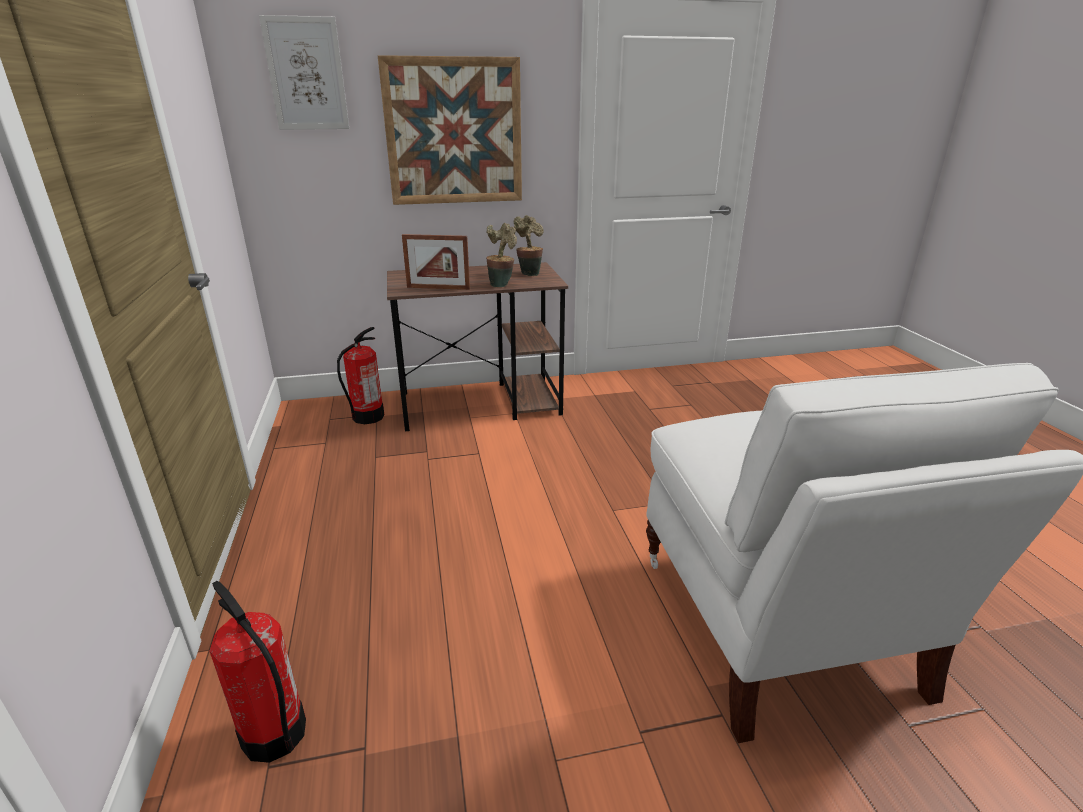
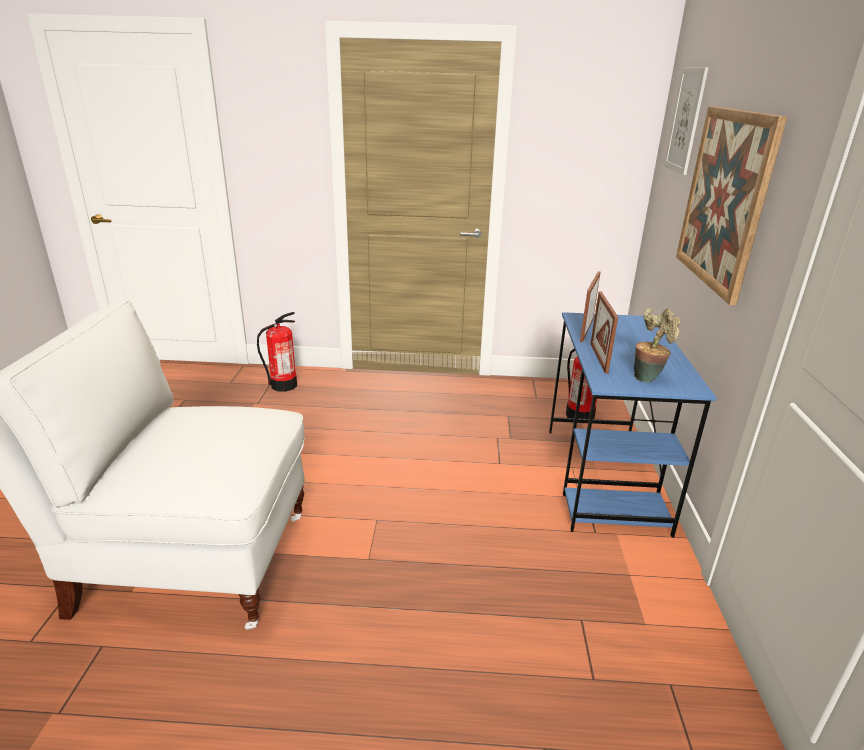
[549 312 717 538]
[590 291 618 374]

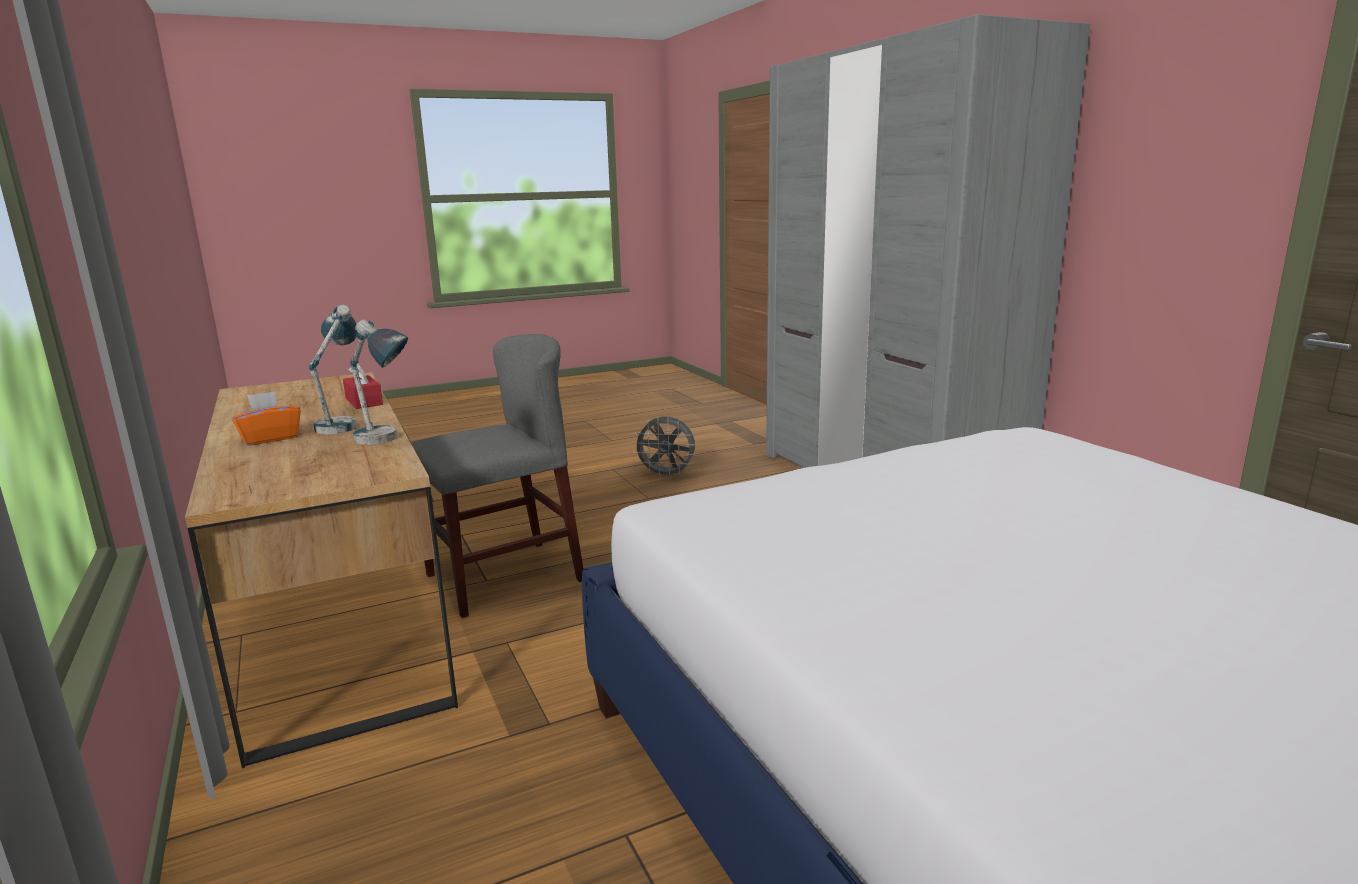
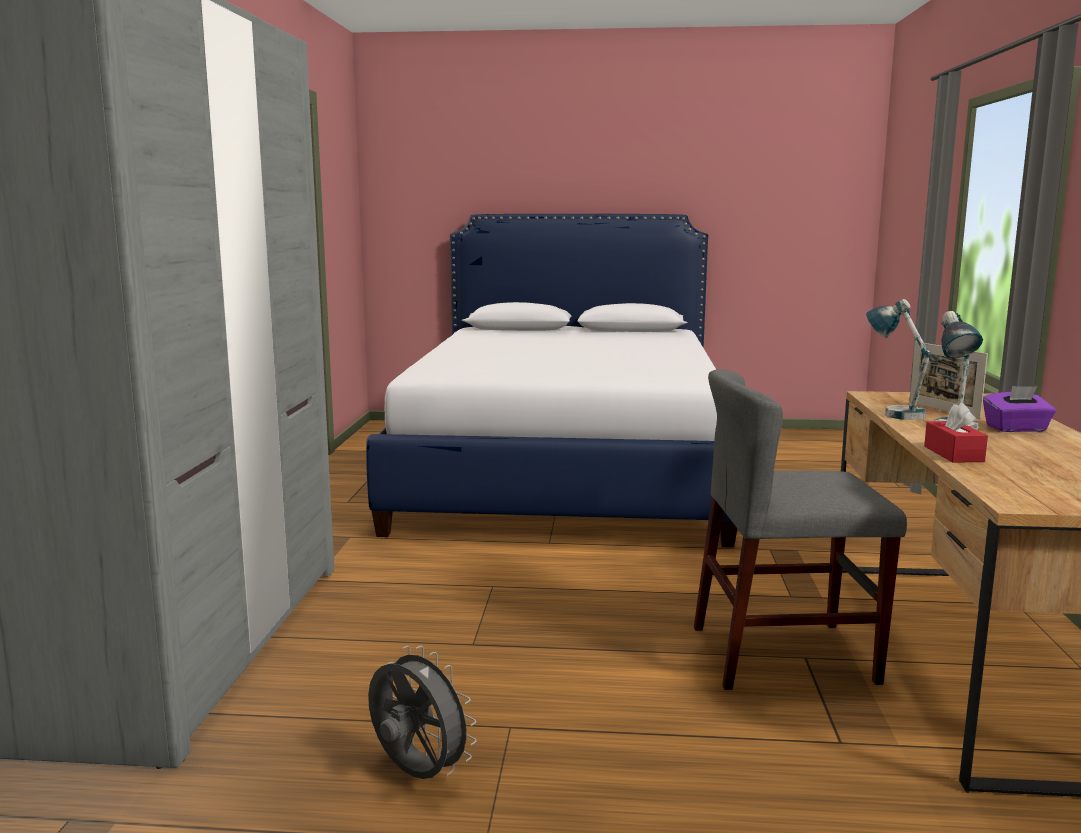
[909 342 988 419]
[983 386 1056 432]

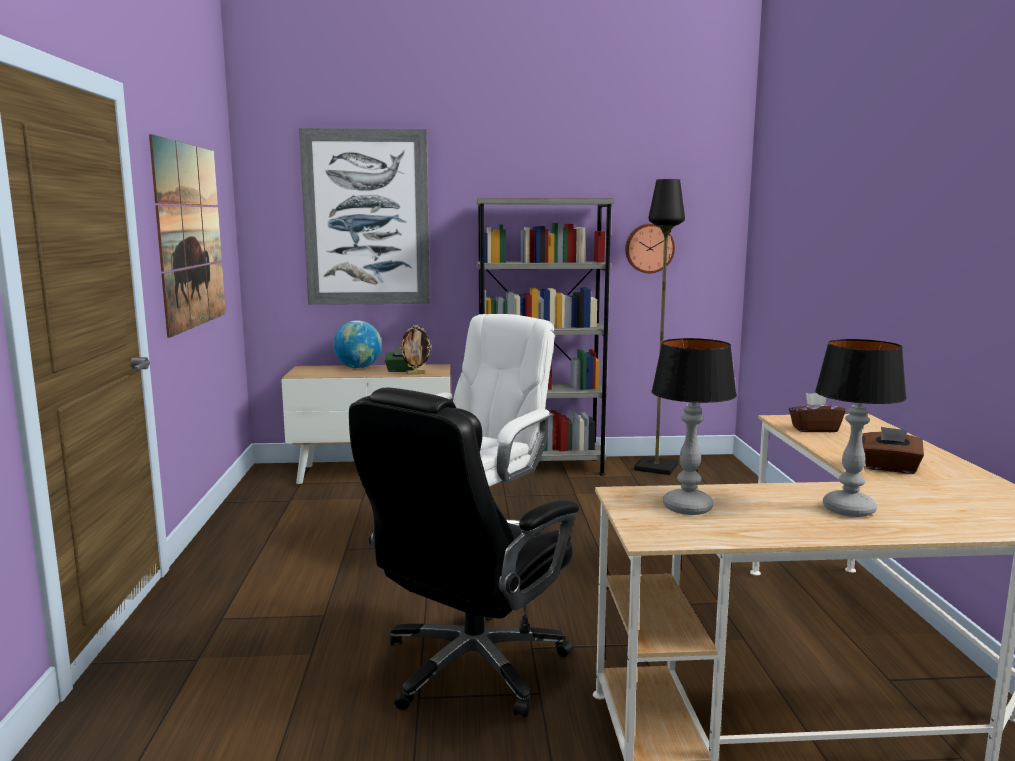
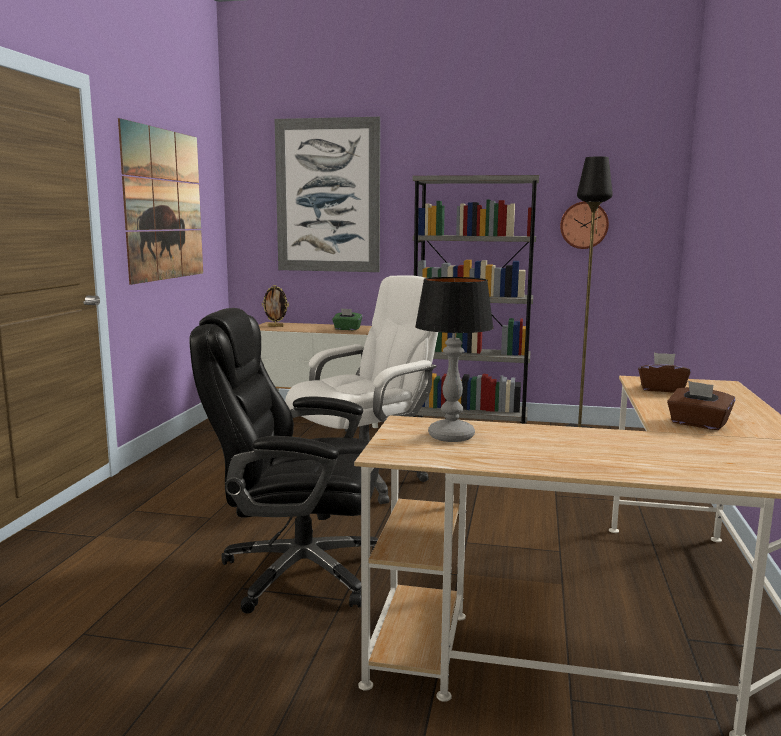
[189 308 379 614]
[262 285 289 327]
[333 320 382 368] (first image)
[815 339 907 517] (first image)

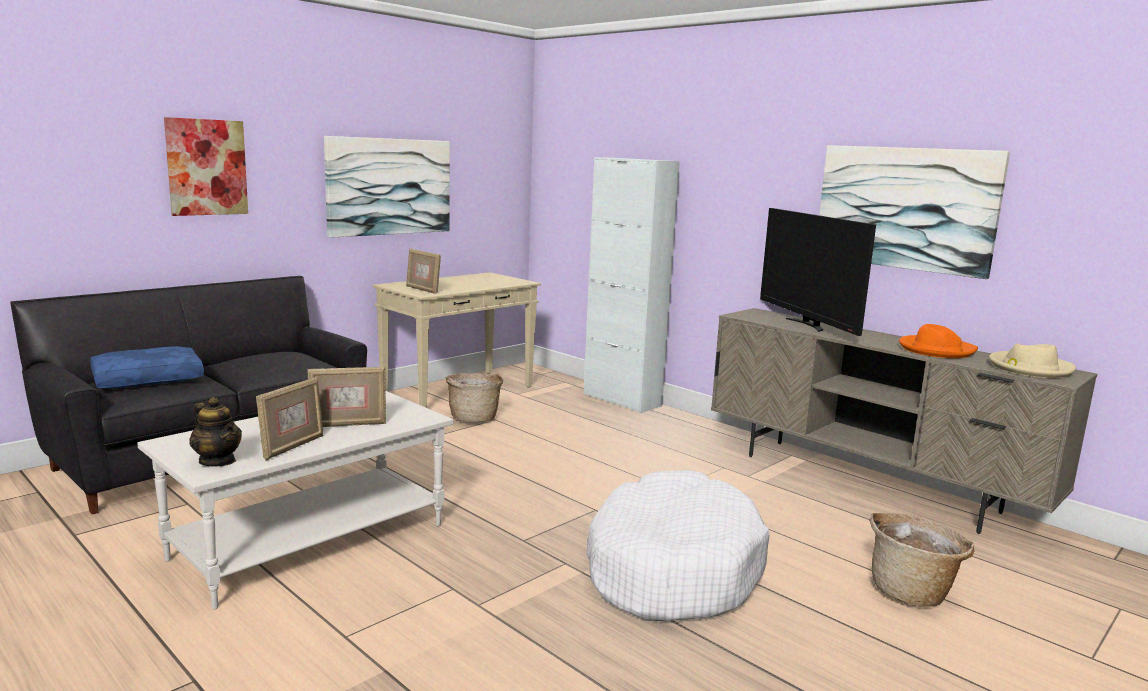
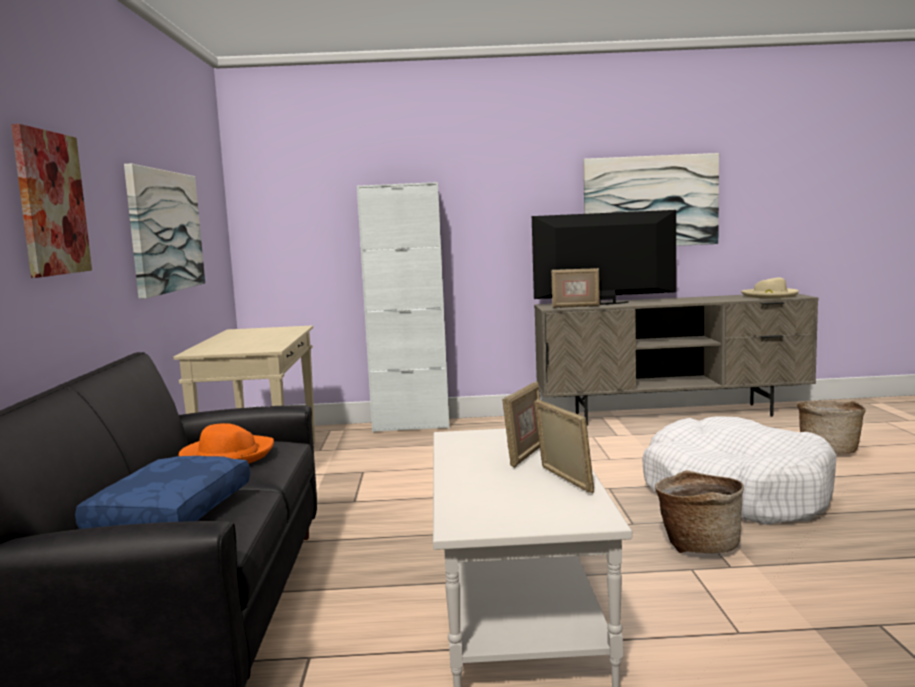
[178 423 274 464]
[532 210 676 305]
[551 268 600 308]
[655 470 744 553]
[189 397 242 467] (first image)

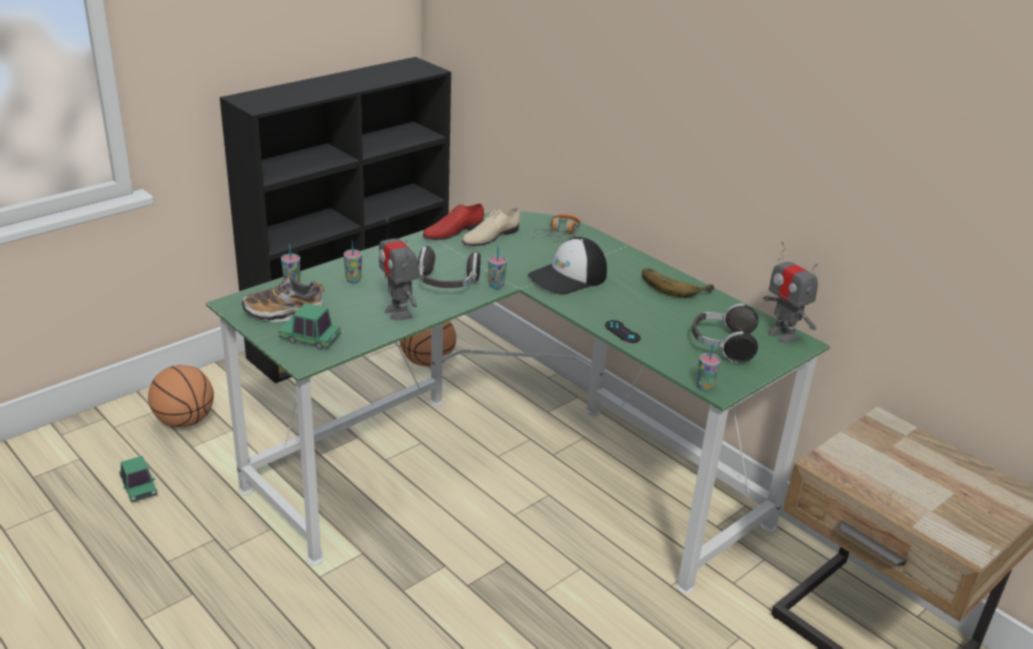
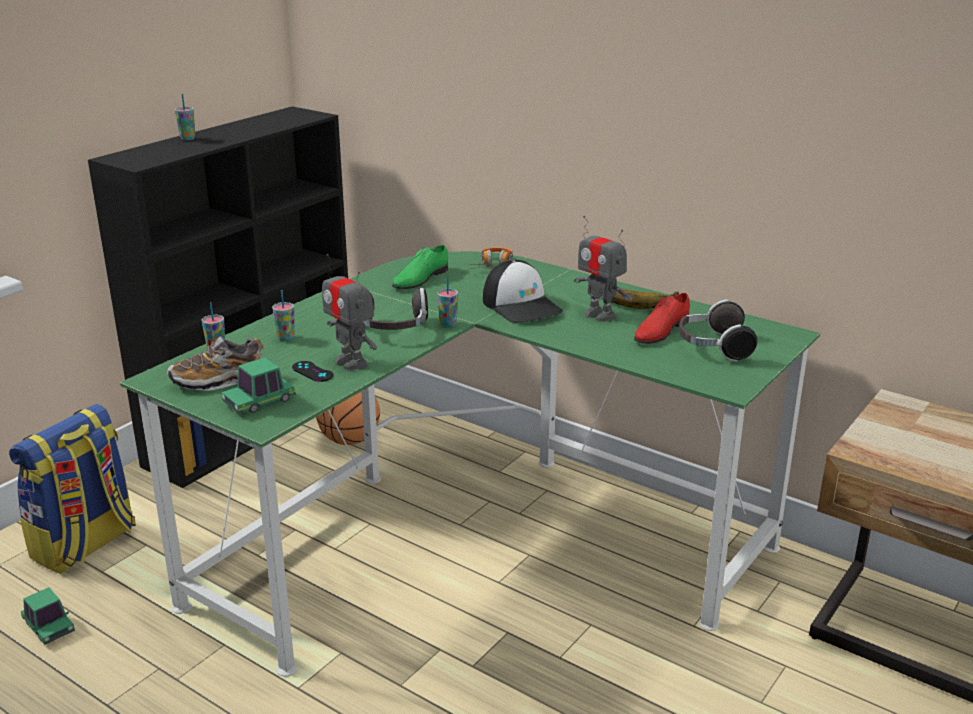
[9 404 136 574]
[175 94 195 140]
[221 357 296 414]
[292 361 333 382]
[392 245 448 289]
[483 260 563 323]
[574 216 632 322]
[634 293 690 344]

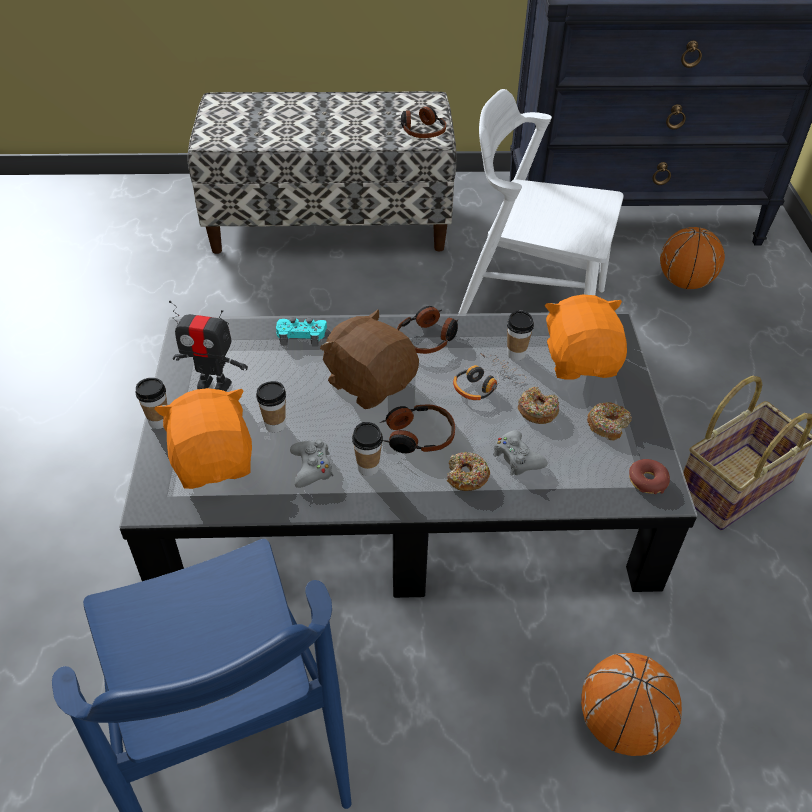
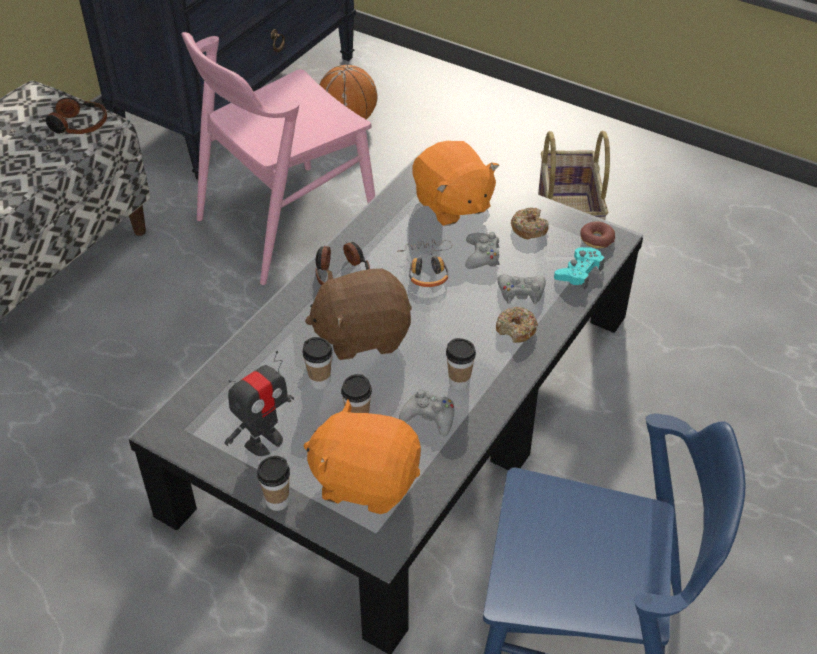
[182 32 375 285]
[302 337 332 389]
[412 141 499 226]
[465 232 500 269]
[554 247 605 289]
[380 405 455 453] (first image)
[581 653 682 756] (first image)

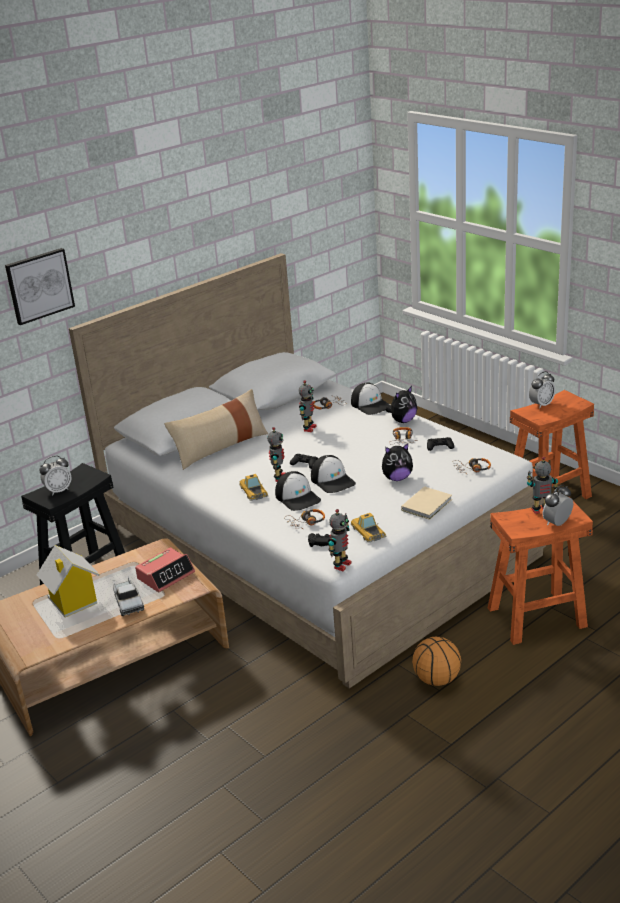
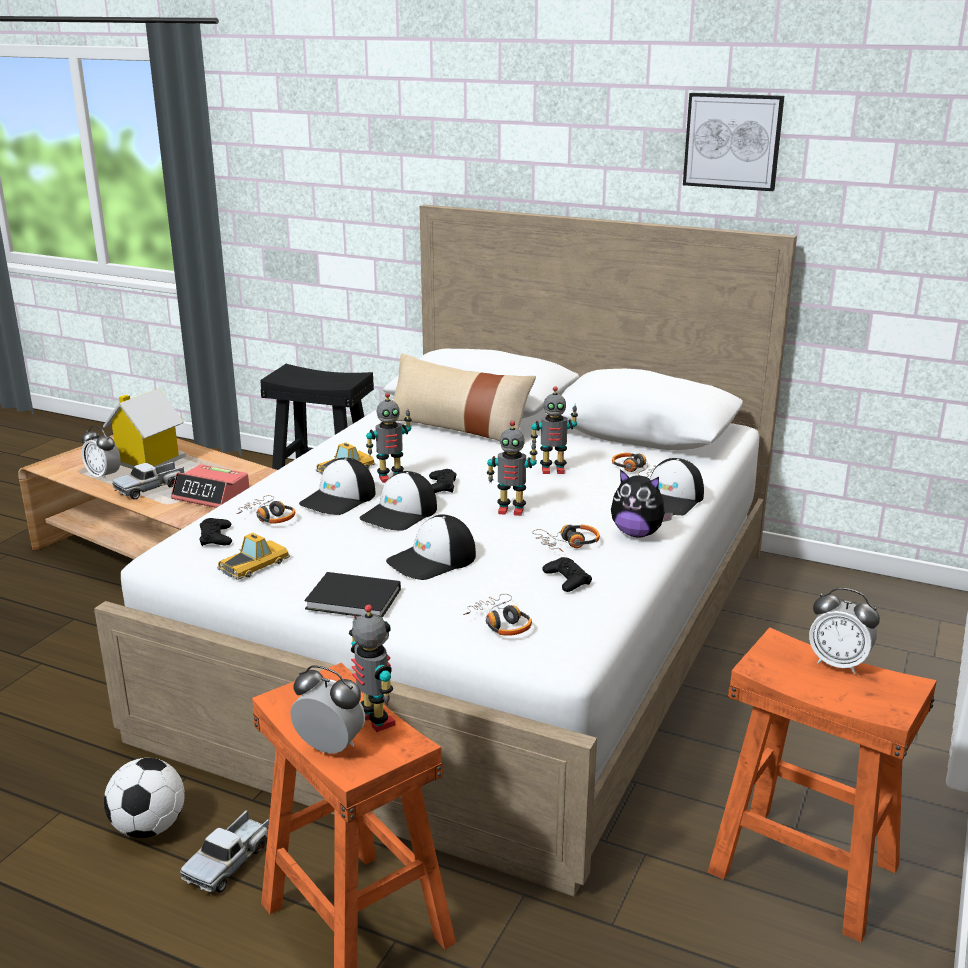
[81 426 121 481]
[104 758 185 838]
[180 810 269 892]
[304 572 401 618]
[386 514 476 580]
[487 421 537 516]
[683 93 784 191]

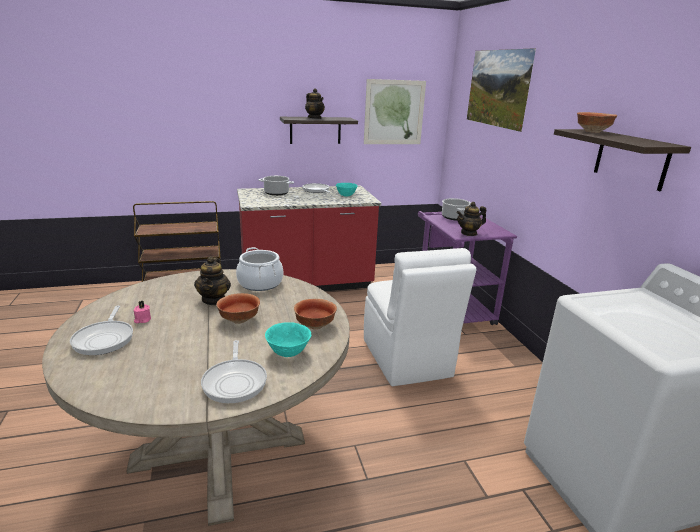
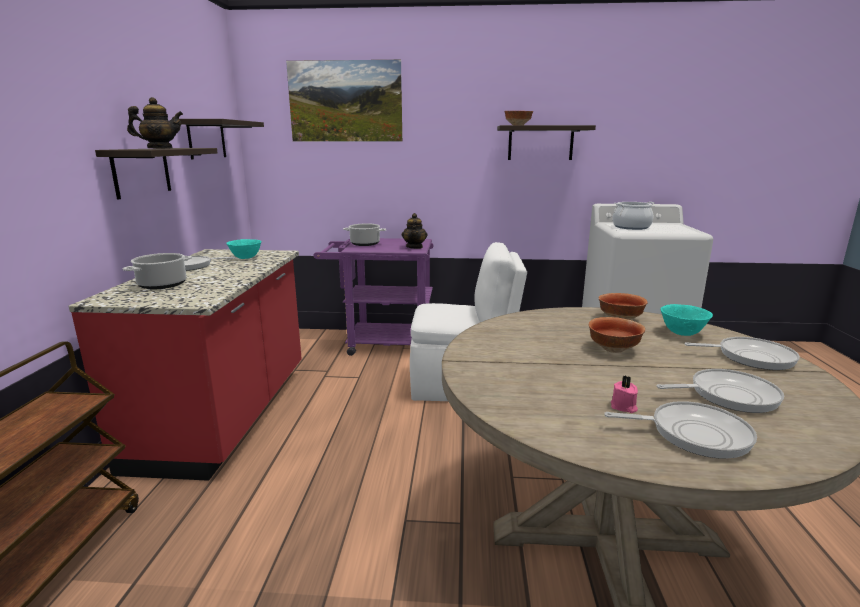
[179 119 264 159]
[612 202 655 230]
[656 369 784 413]
[194 256 231 305] (first image)

